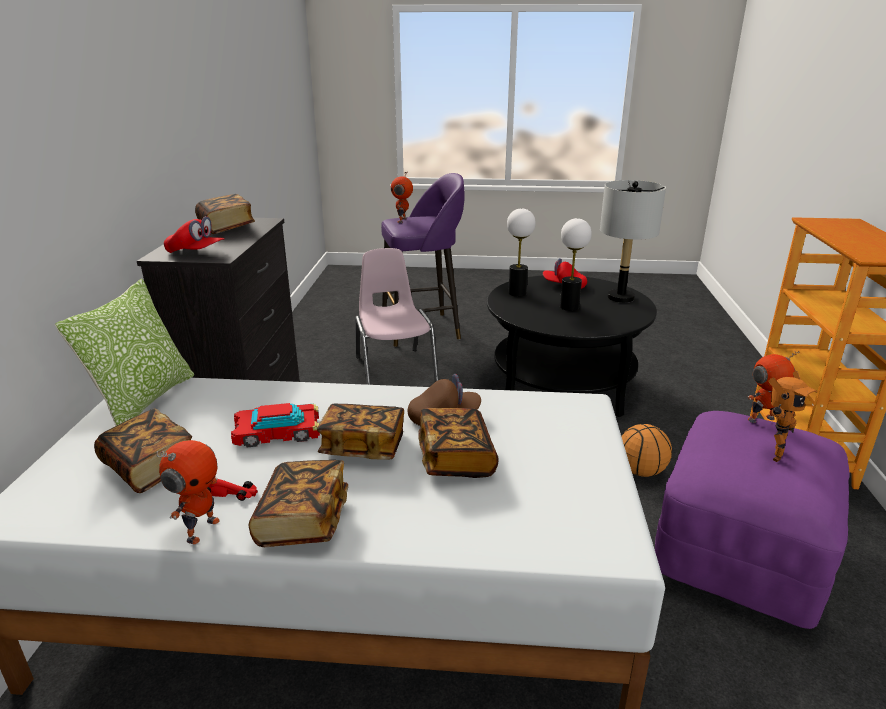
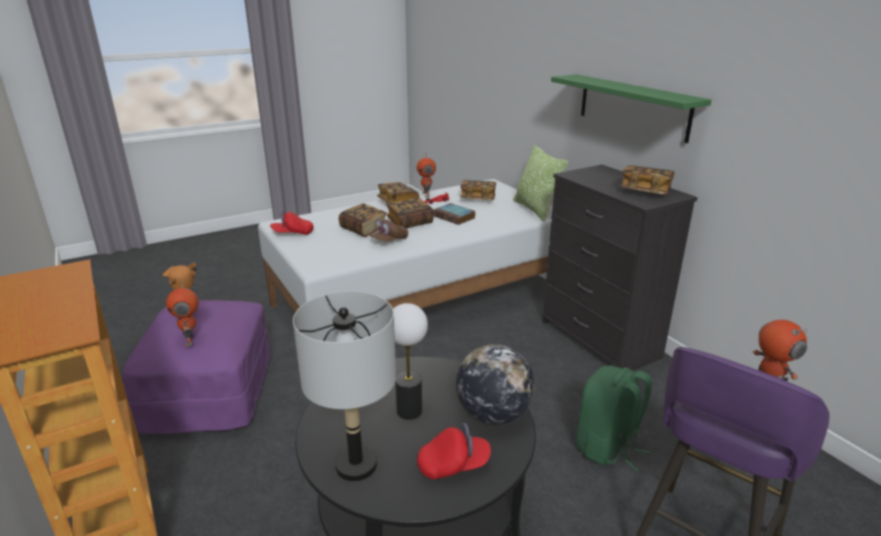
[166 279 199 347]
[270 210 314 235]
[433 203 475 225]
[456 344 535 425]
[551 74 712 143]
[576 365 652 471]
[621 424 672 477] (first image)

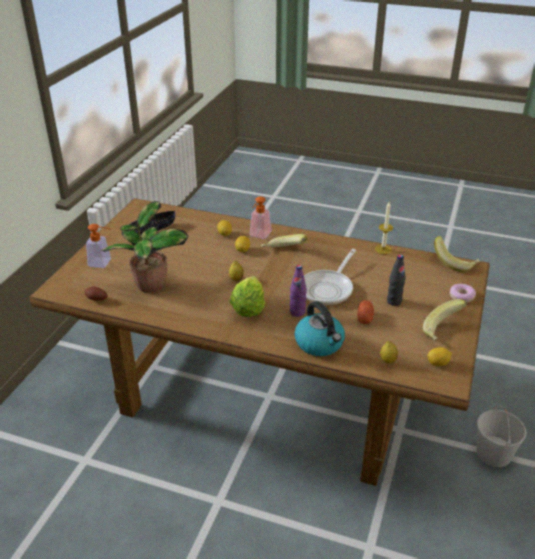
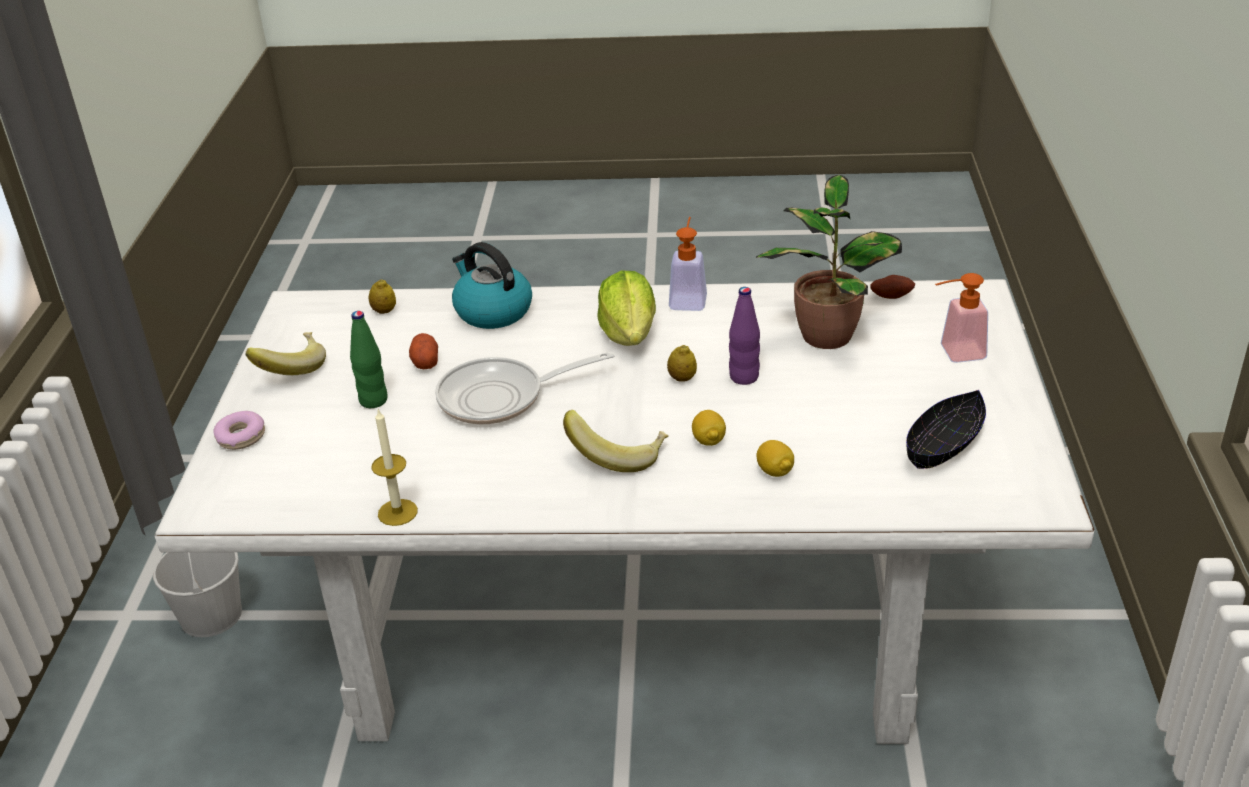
[154 279 1094 744]
[350 311 388 408]
[435 351 614 425]
[669 217 707 311]
[729 287 760 385]
[427 347 452 367] (first image)
[434 236 480 272] (first image)

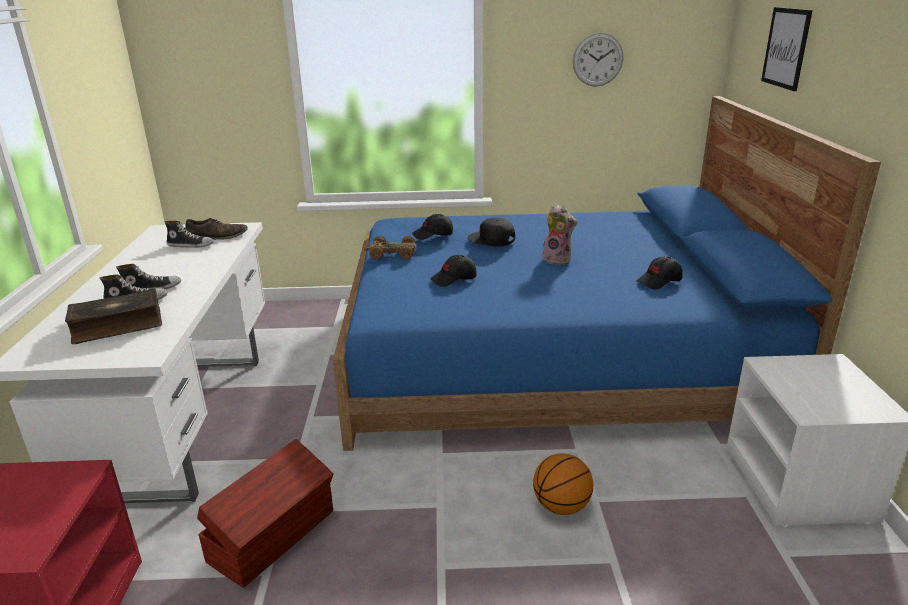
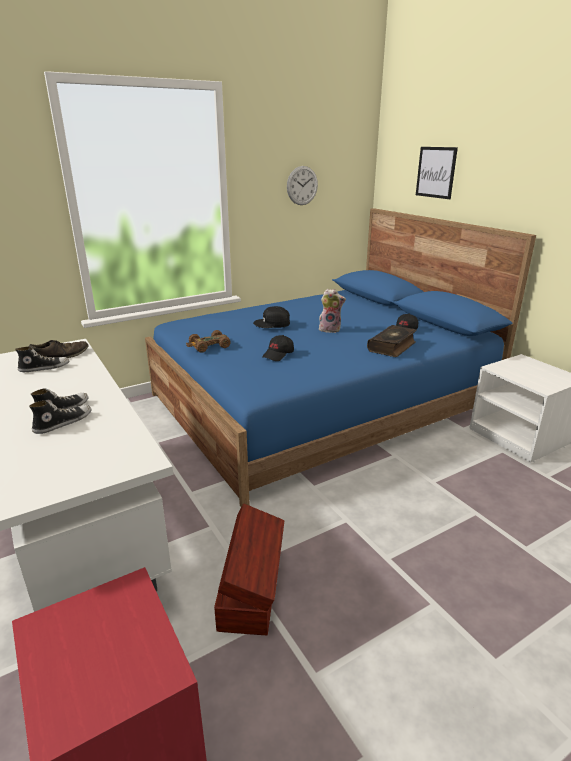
[367 325 417 357]
[412 214 453 240] (first image)
[533 453 593 515] (first image)

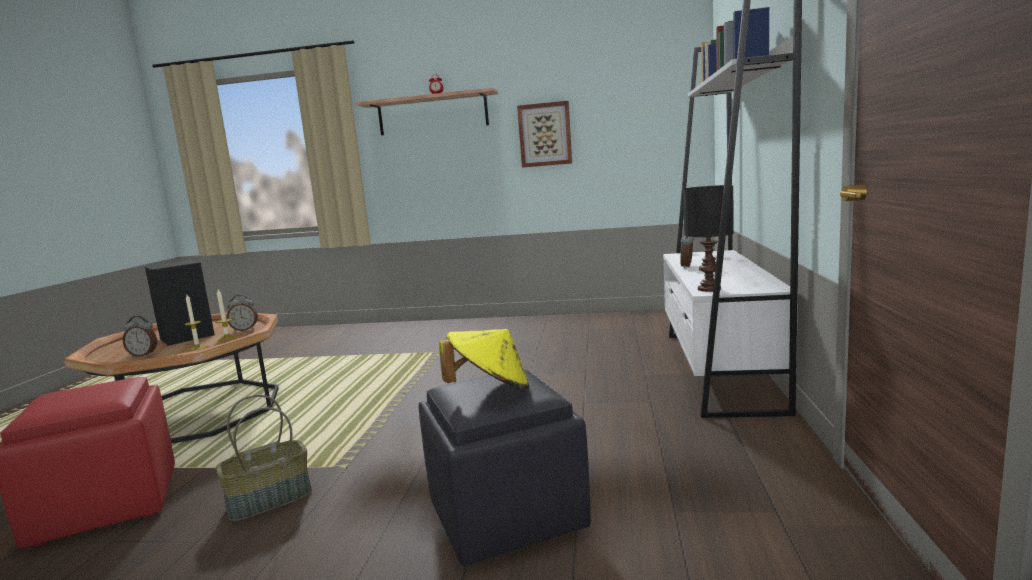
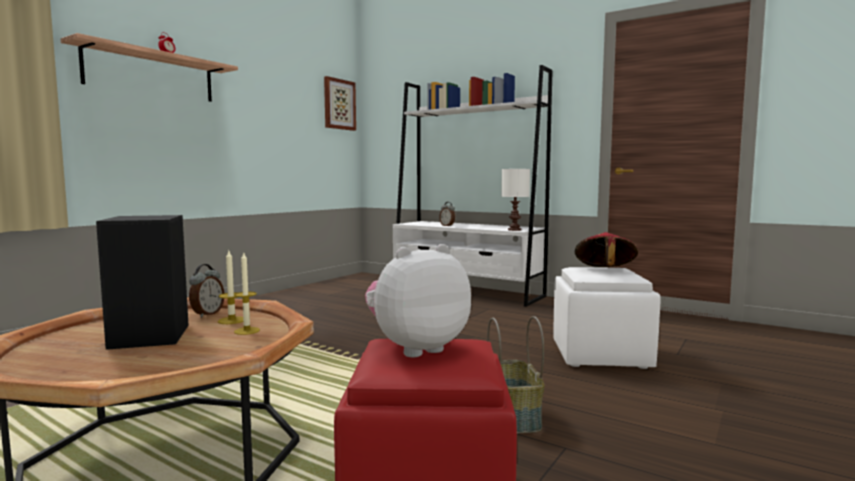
[324 76 356 131]
[365 244 471 357]
[501 169 530 231]
[554 267 660 369]
[575 232 638 267]
[123 316 157 357] (first image)

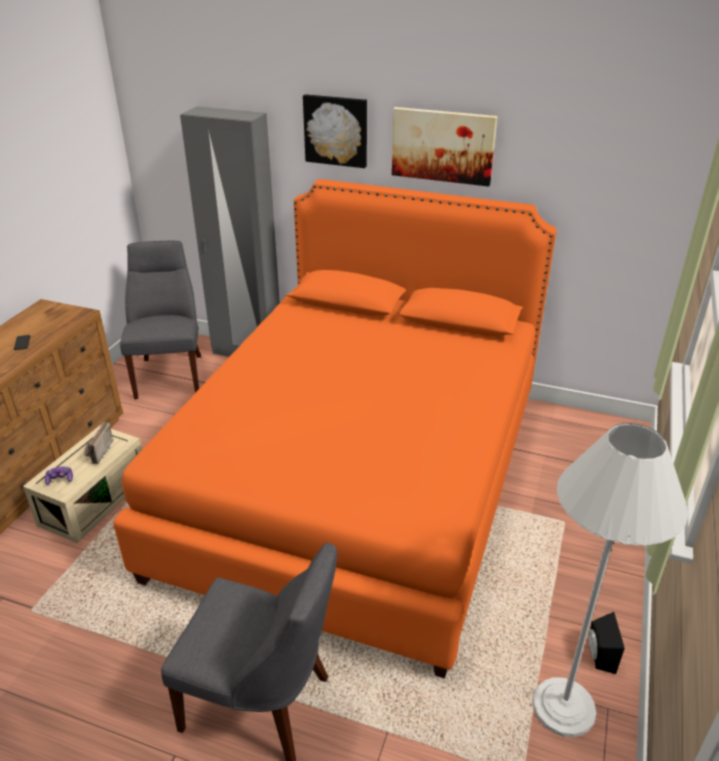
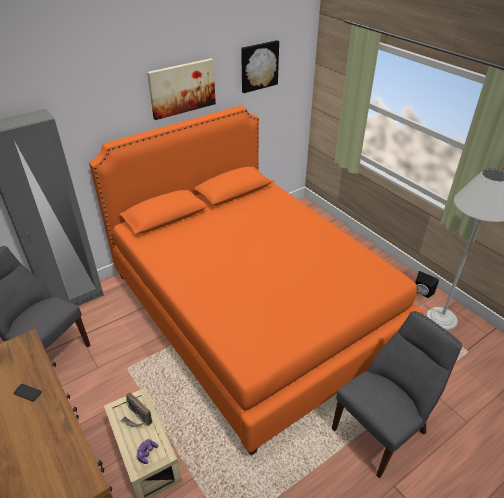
[241 40 279 93]

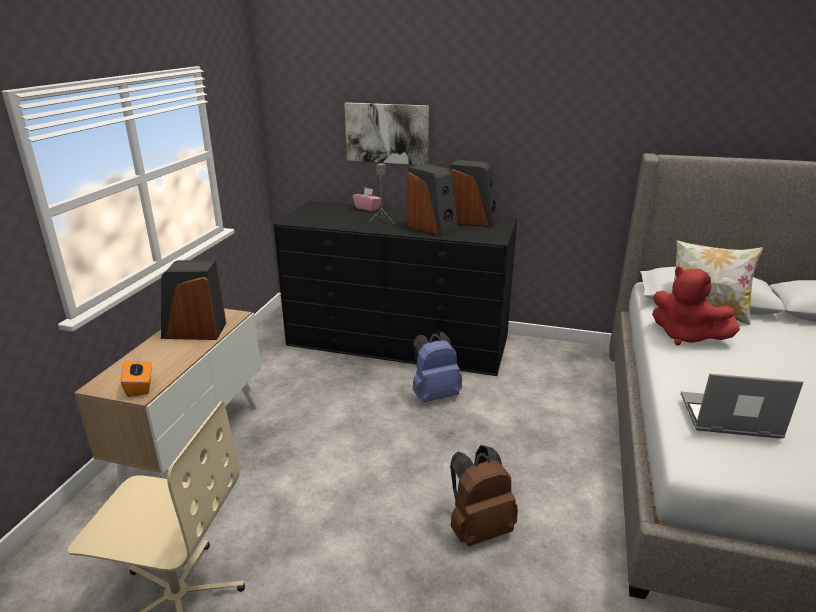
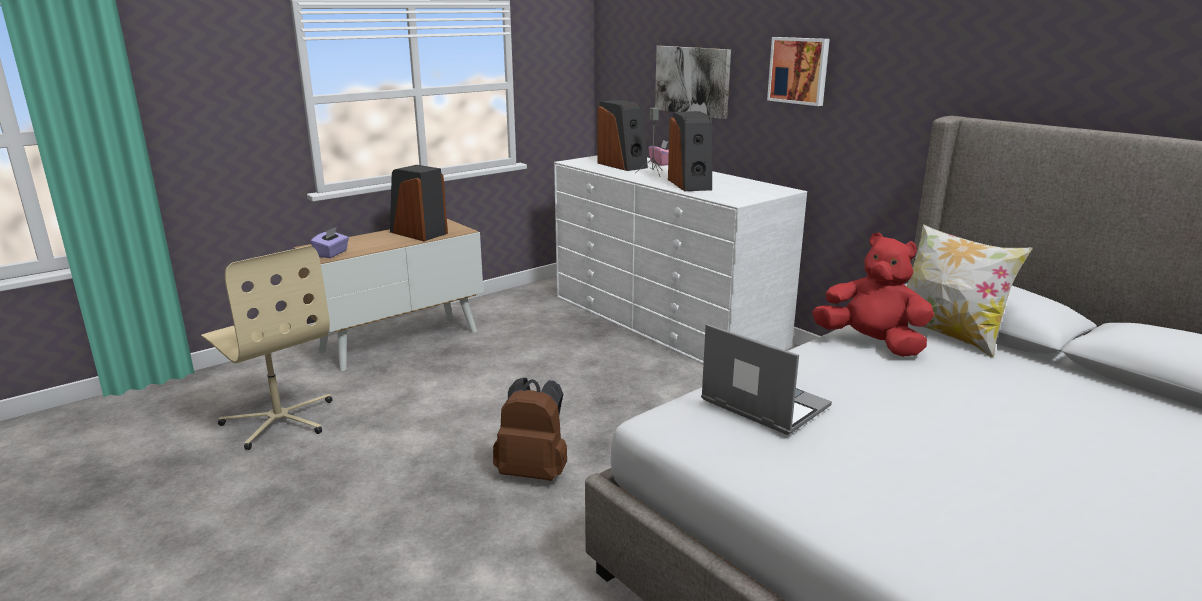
[310 227 349 258]
[554 155 807 364]
[597 100 648 171]
[767 37 830 106]
[812 233 934 357]
[413 332 462 402] (first image)

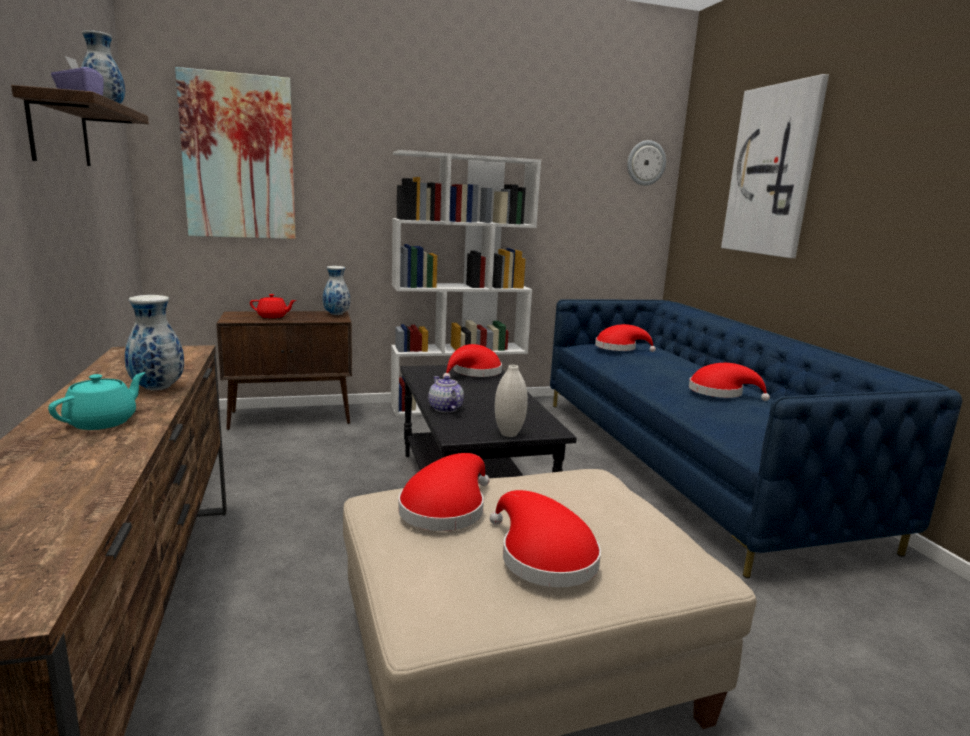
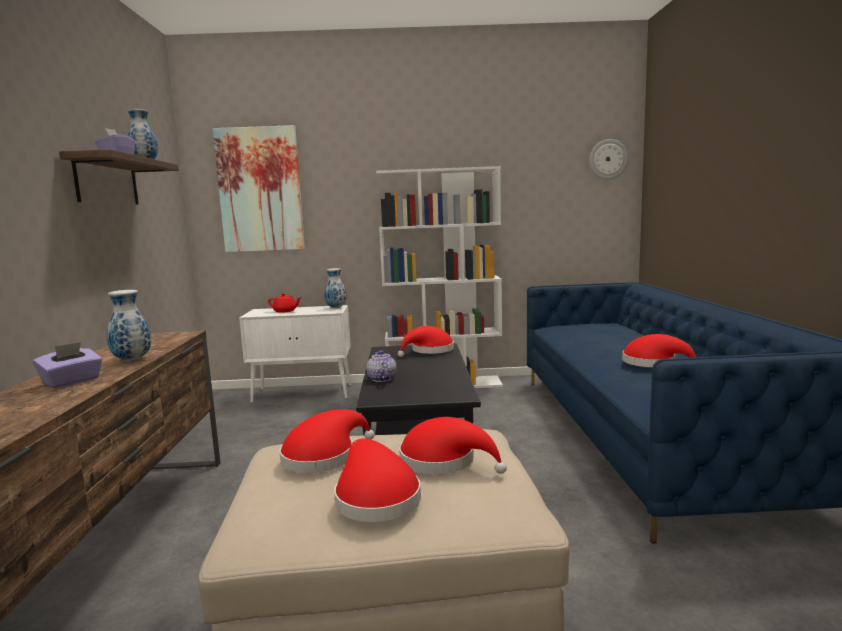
[33 342 102 389]
[239 305 351 403]
[399 417 507 474]
[495 365 528 437] (first image)
[721 74 829 258] (first image)

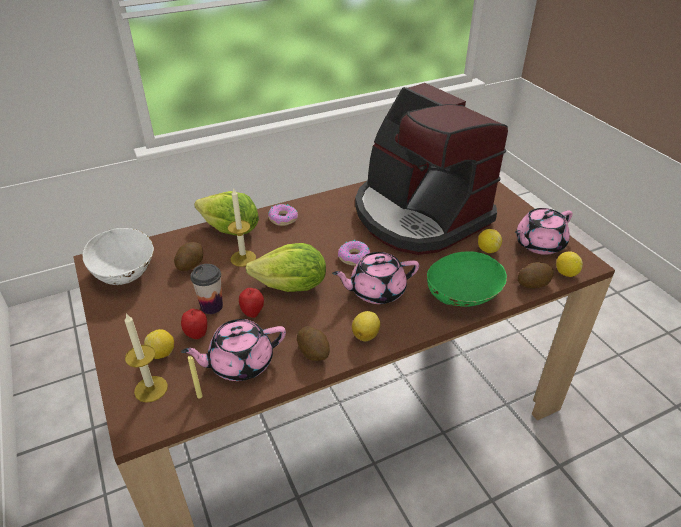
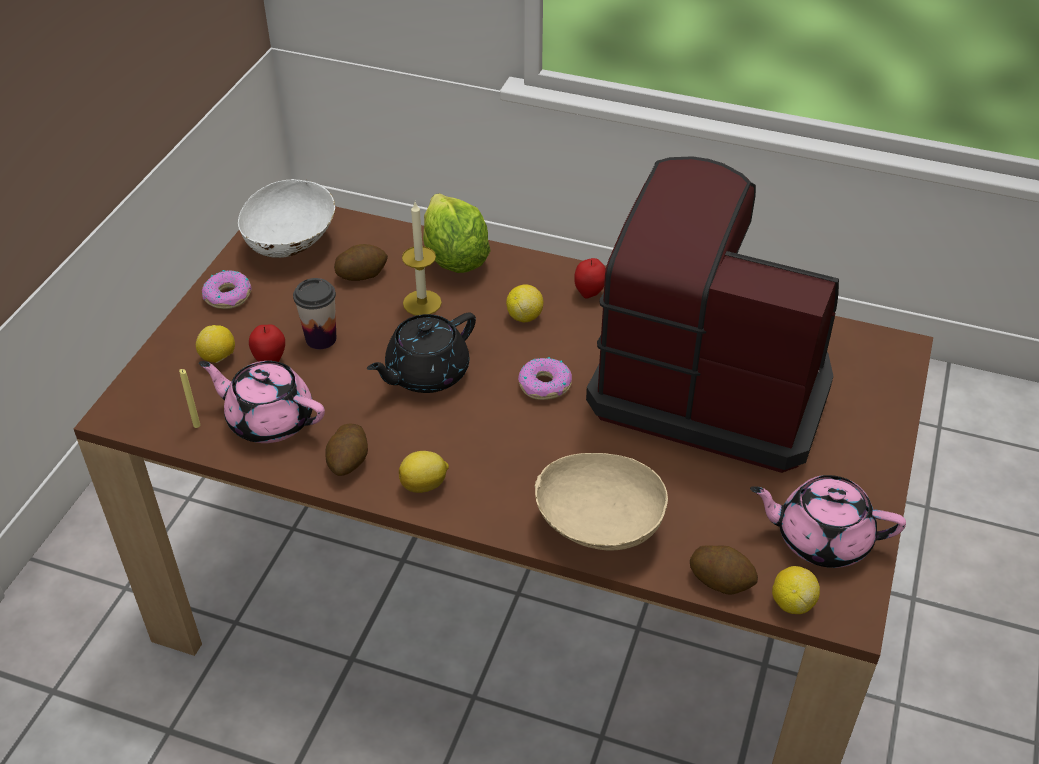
[202 270 252 309]
[367 312 476 393]
[506 284 543 322]
[534 453 668 550]
[574 258 606 299]
[586 156 839 473]
[125 313 168 403] (first image)
[332 252 419 304] (first image)

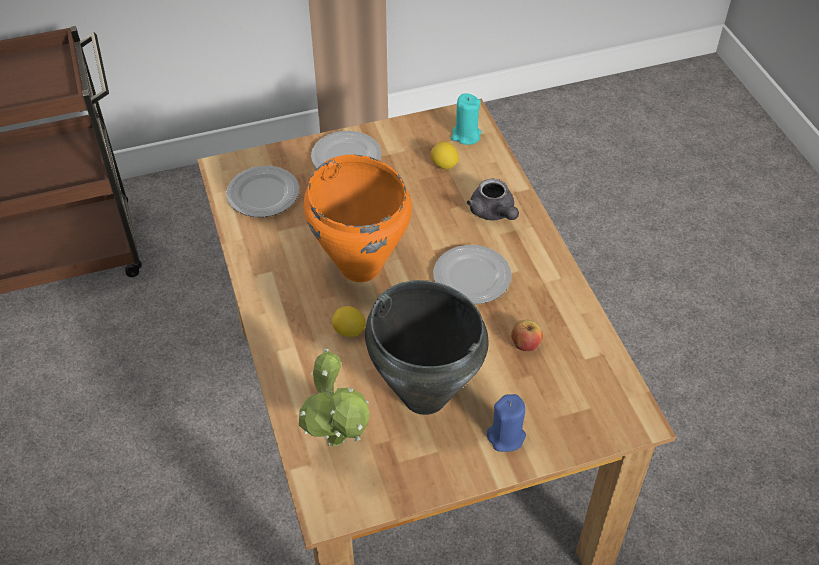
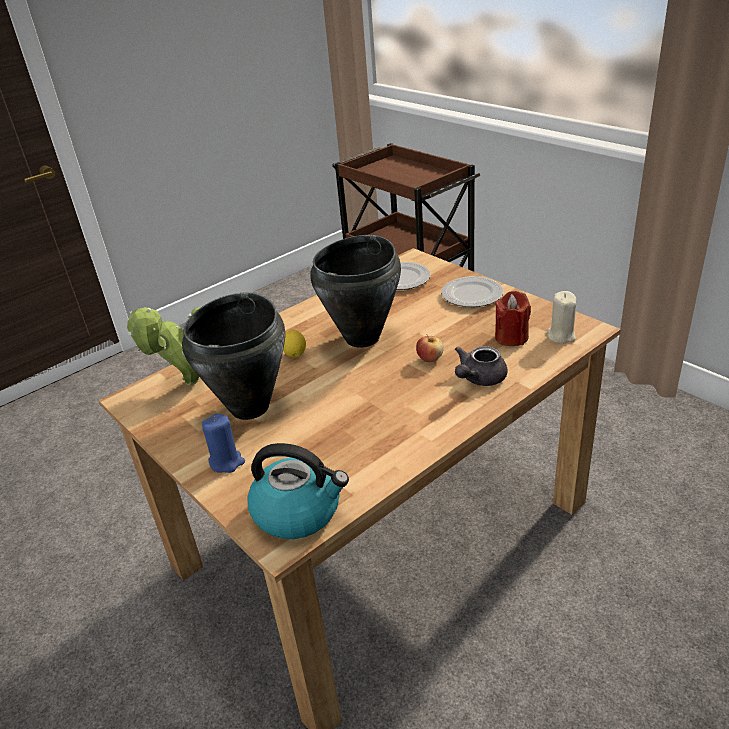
[247 443 349 539]
[310 235 401 348]
[416 335 444 362]
[495 291 531 346]
[547 291 577 344]
[433 245 512 304] (first image)

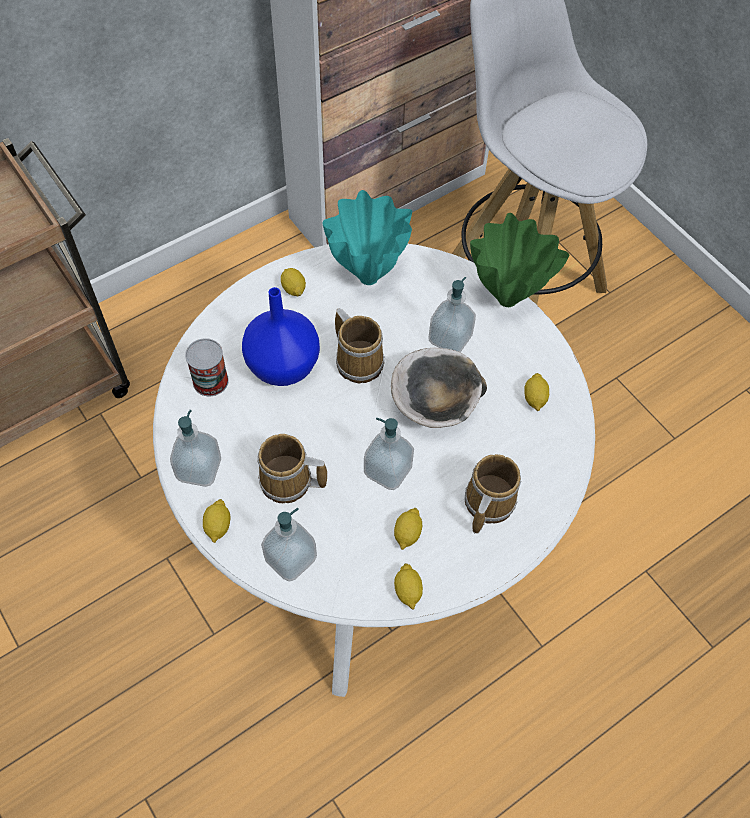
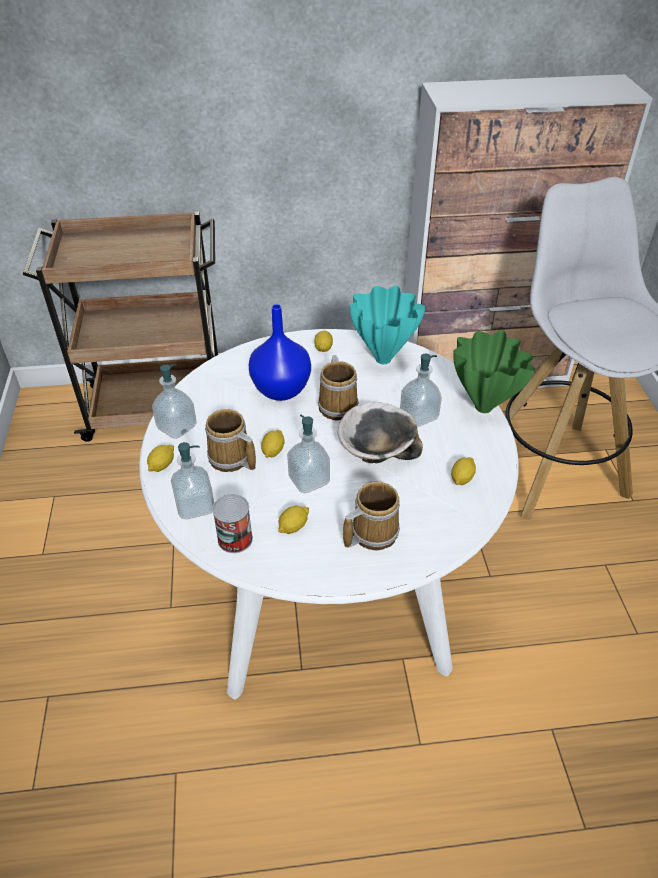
[212 494 253 553]
[261 430 285 458]

